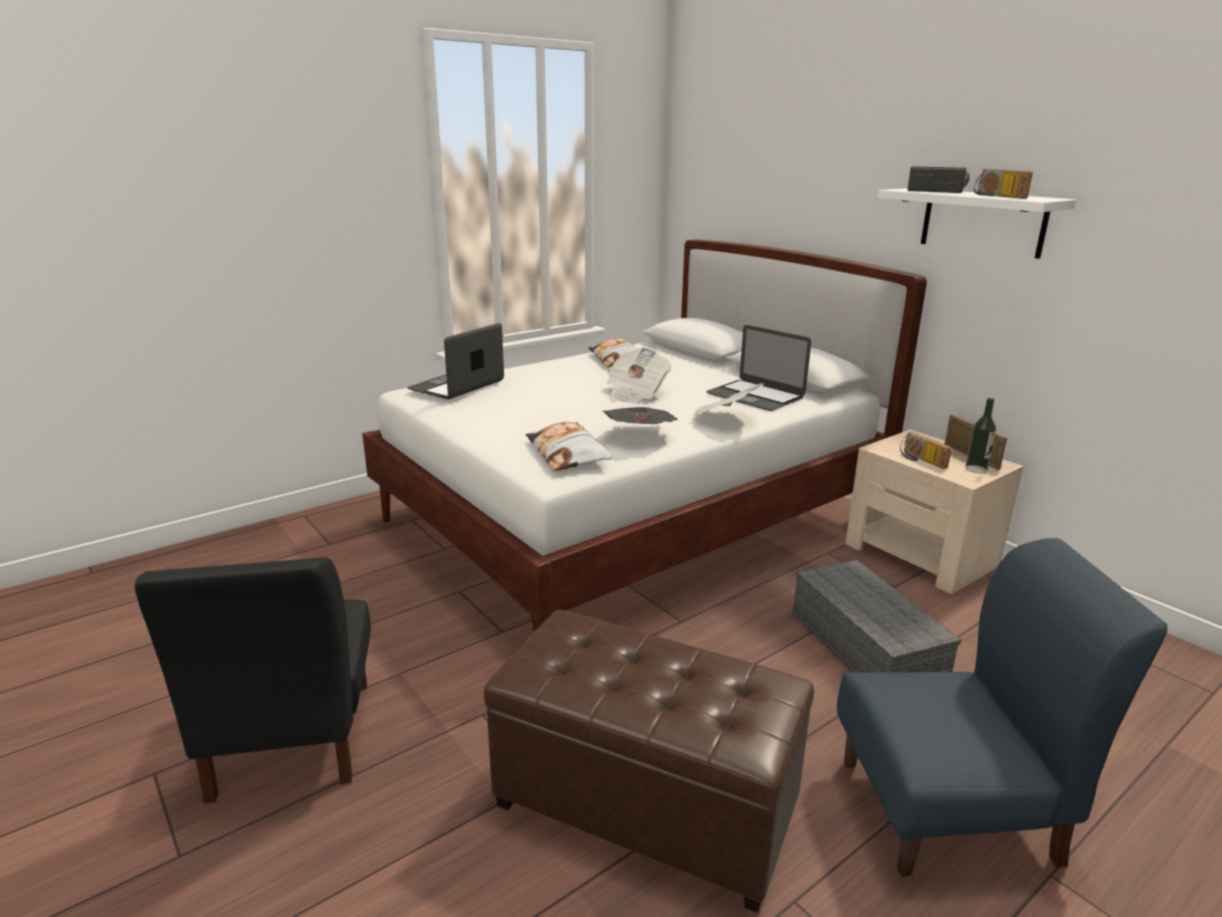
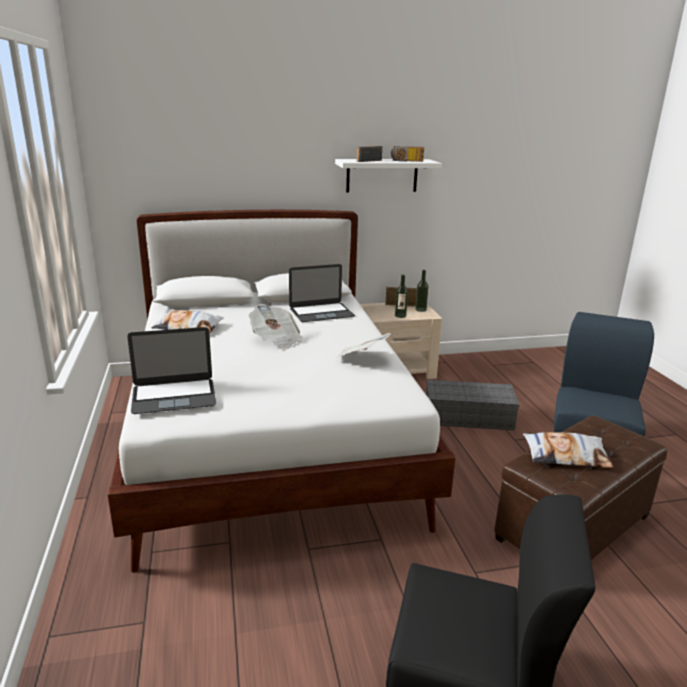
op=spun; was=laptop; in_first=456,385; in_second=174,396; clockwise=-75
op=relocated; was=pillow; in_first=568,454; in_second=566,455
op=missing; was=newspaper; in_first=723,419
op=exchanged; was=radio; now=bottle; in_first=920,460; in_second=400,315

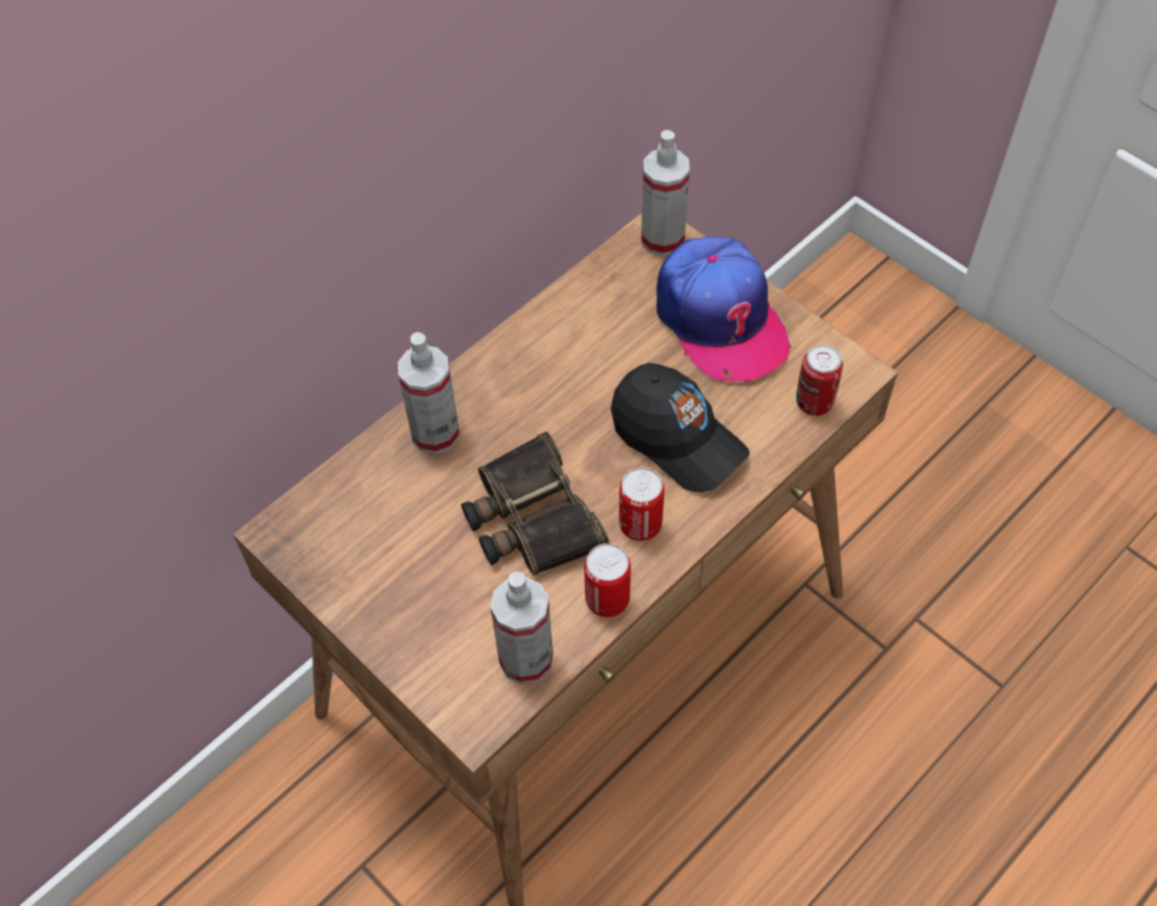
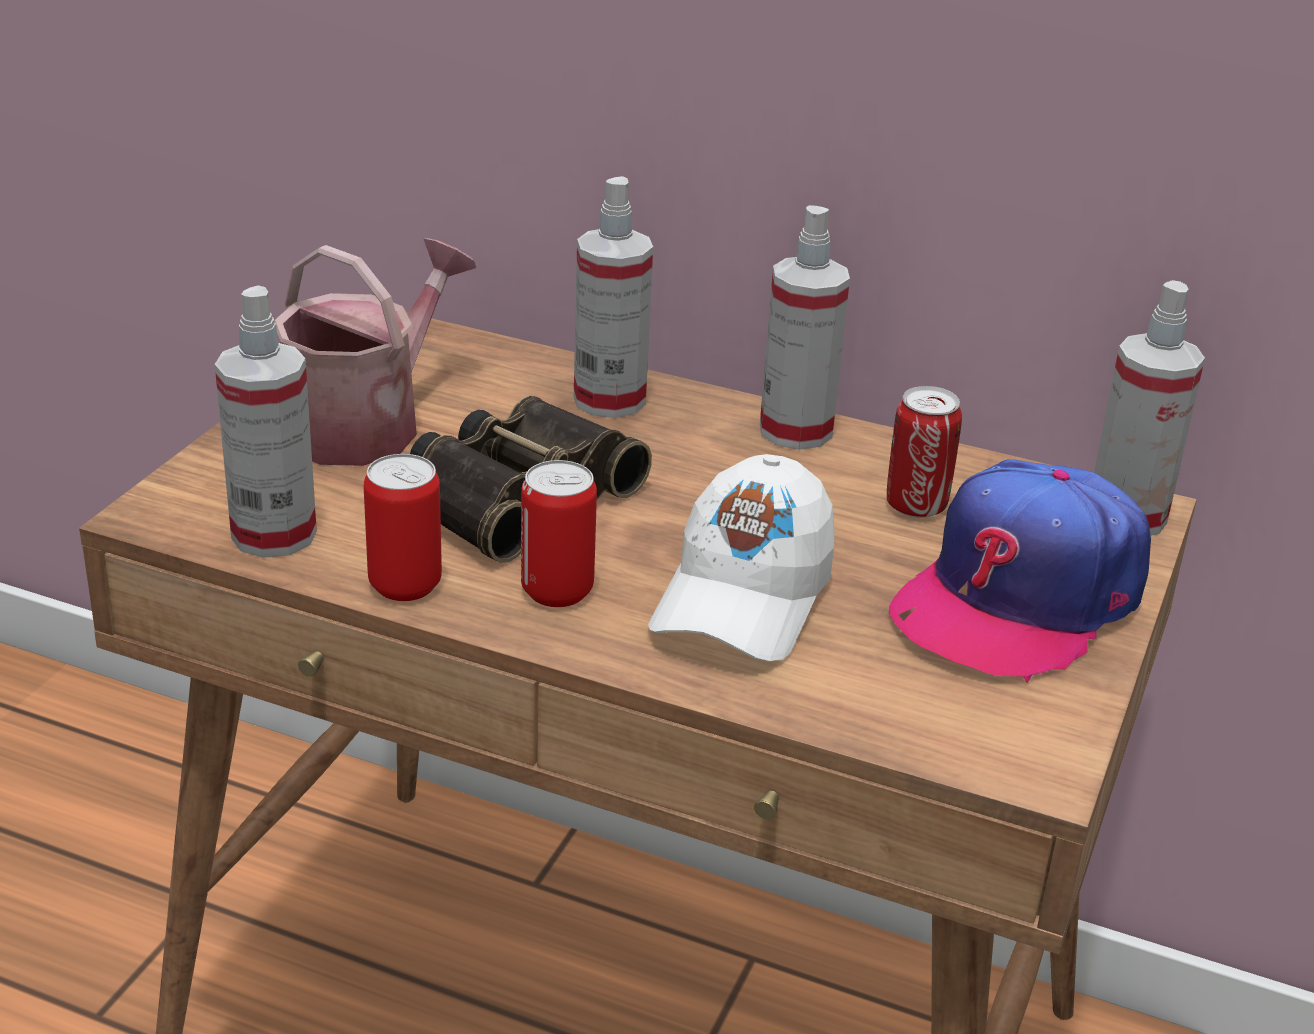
op=colour; was=cap (black); now=cap (white); in_first=677,439; in_second=744,597
op=relocated; was=can; in_first=814,402; in_second=916,506
op=appeared; now=watering can; in_second=365,423
op=appeared; now=spray bottle; in_second=795,430

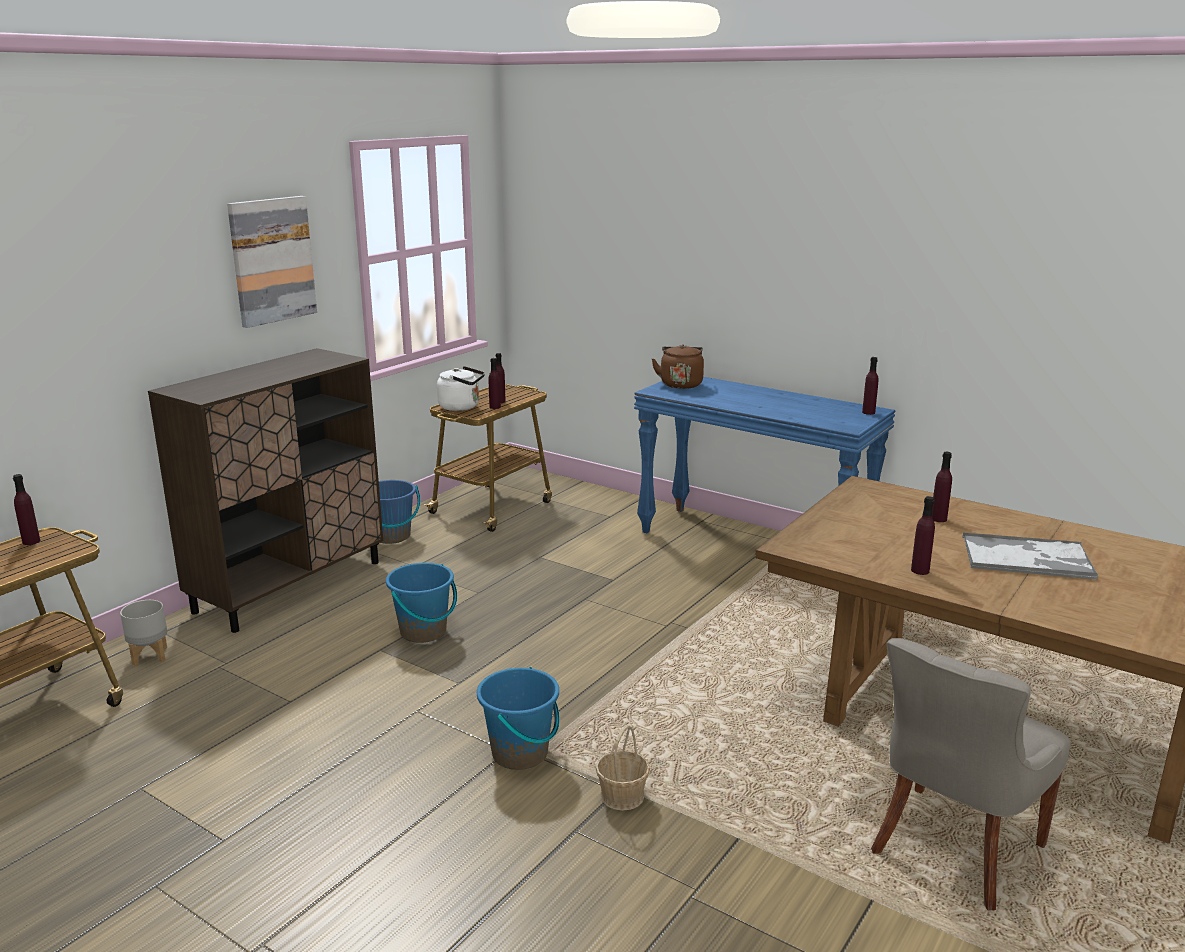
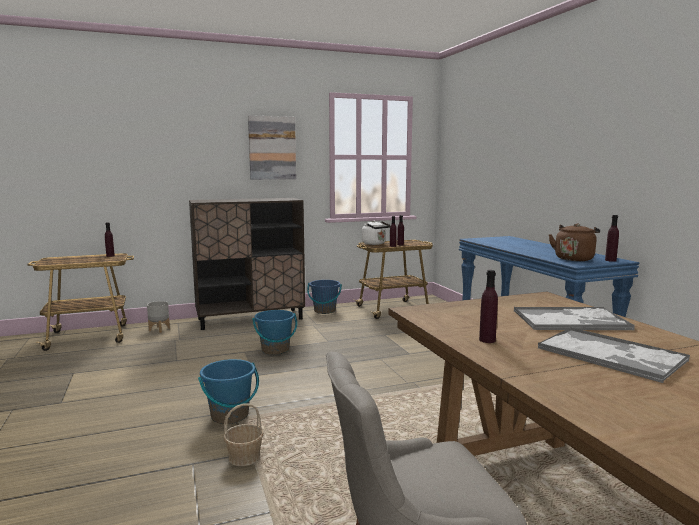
op=relocated; was=kettle (brown); in_first=680,384; in_second=574,258
op=exchanged; was=bottle (purple); now=tray; in_first=938,519; in_second=571,320

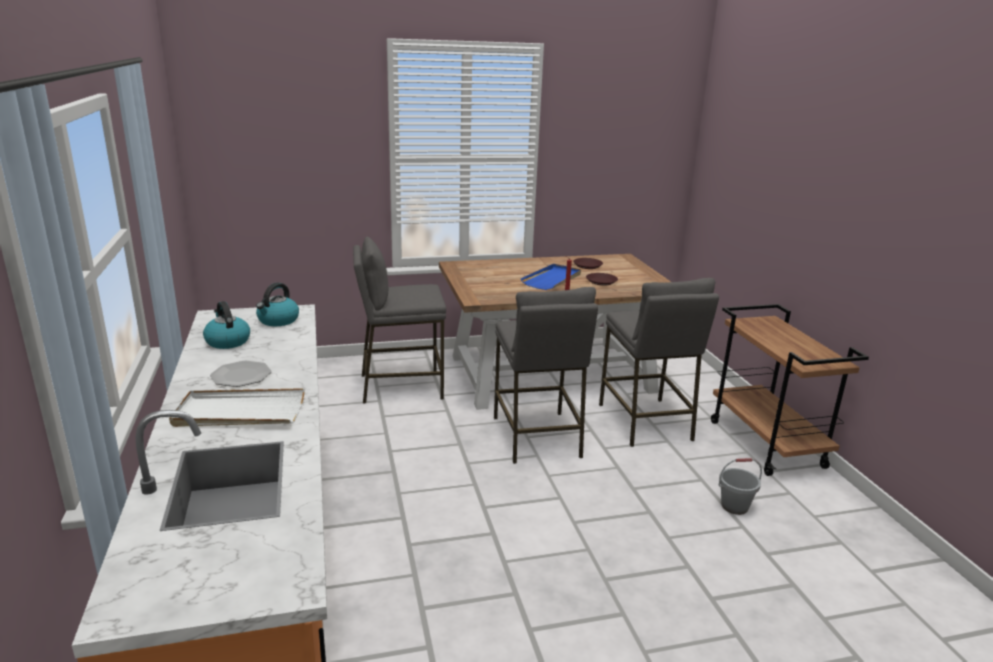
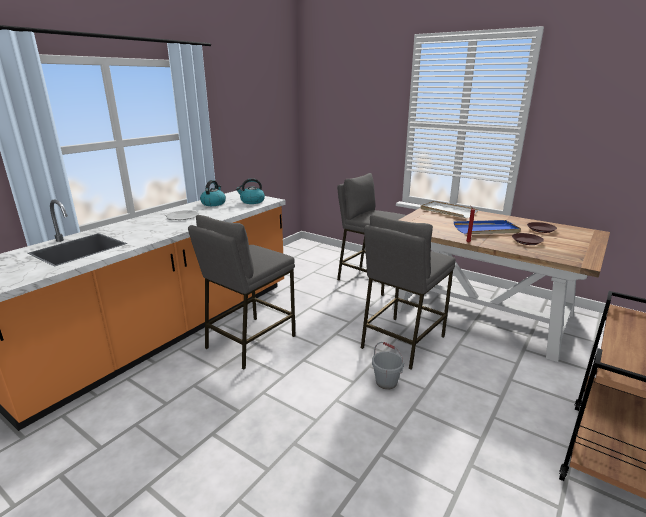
op=relocated; was=tray (white); in_first=239,412; in_second=447,211
op=relocated; was=stool (grey); in_first=645,422; in_second=250,341
op=relocated; was=bucket (grey); in_first=734,506; in_second=386,382

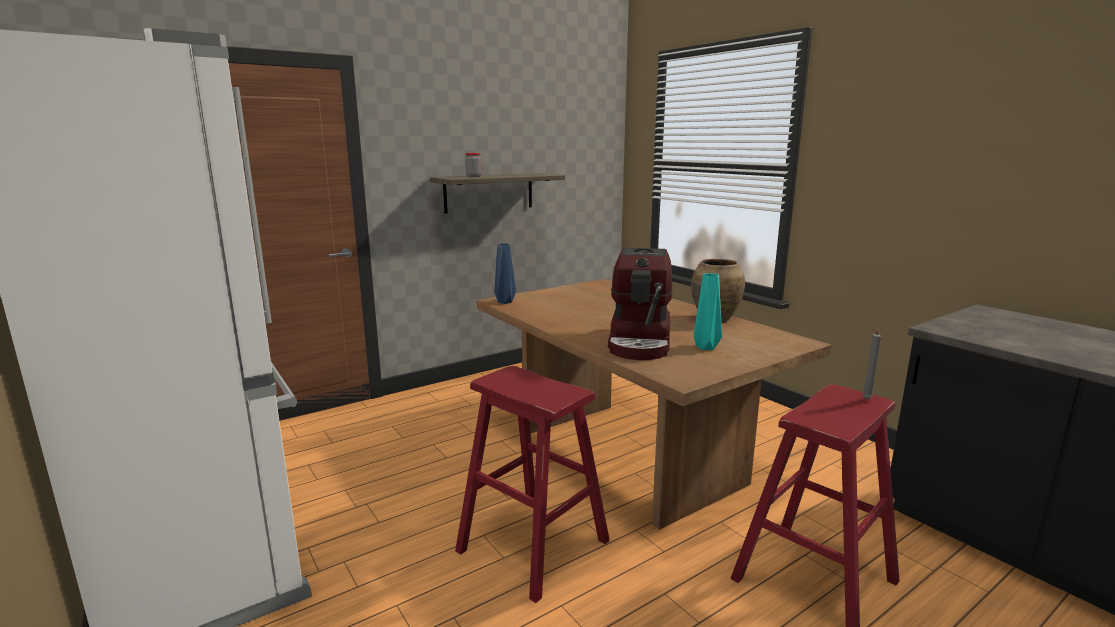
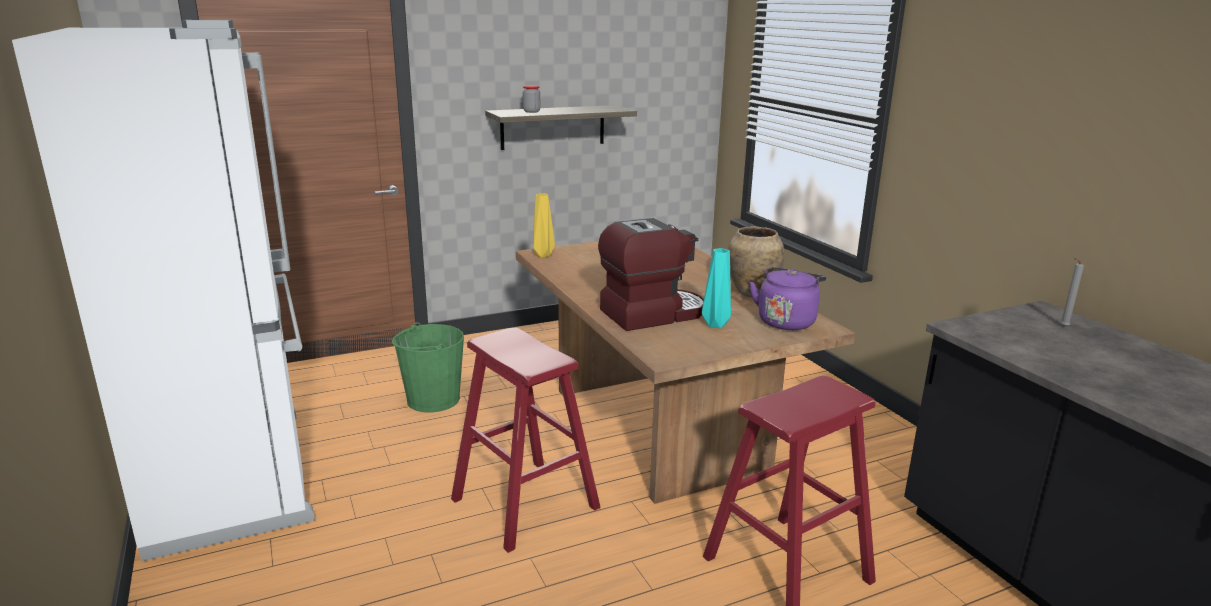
op=colour; was=vase (blue); now=vase (yellow); in_first=505,302; in_second=543,255
op=spun; was=coffee machine; in_first=641,342; in_second=652,313; clockwise=-135
op=relocated; was=candle (grey); in_first=865,399; in_second=1062,327
op=appeared; now=bucket (green); in_second=432,399
op=appeared; now=kettle (purple); in_second=786,321

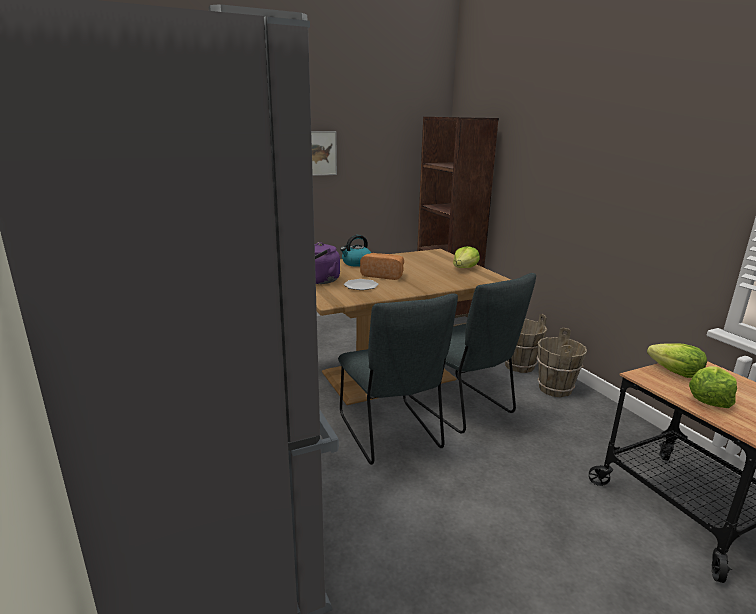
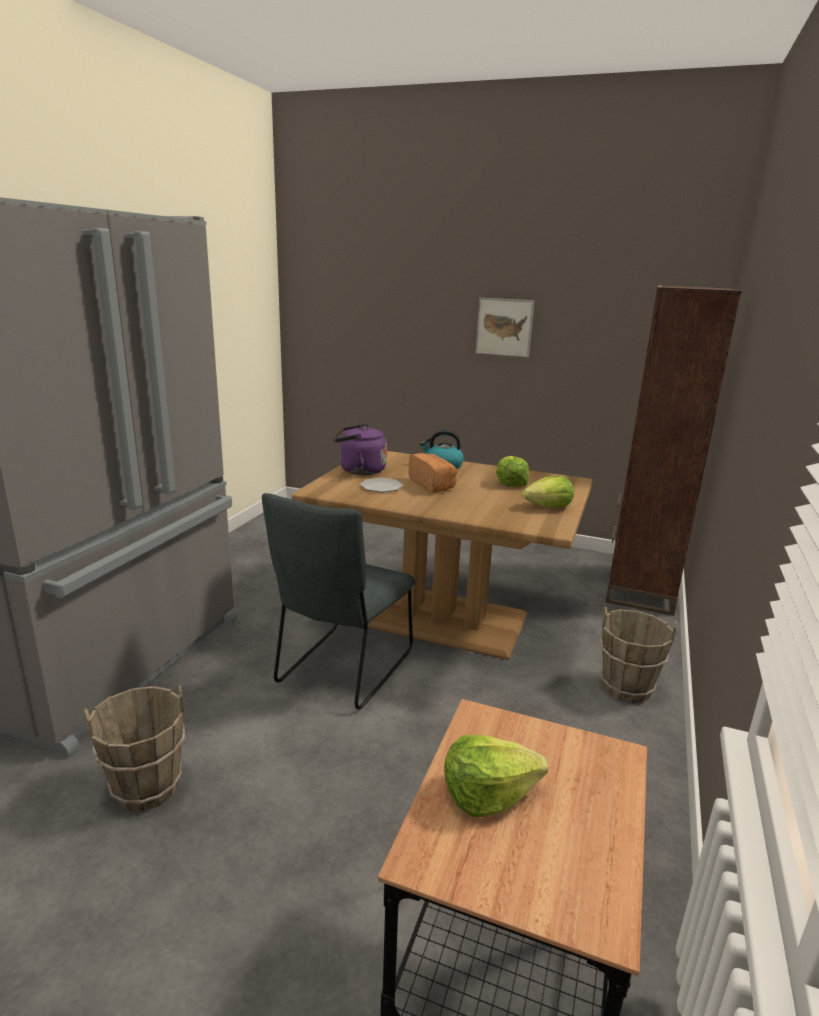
op=missing; was=chair (grey); in_first=462,407
op=relocated; was=bucket (brown); in_first=554,389; in_second=147,787
op=relocated; was=lettuce; in_first=675,372; in_second=510,483

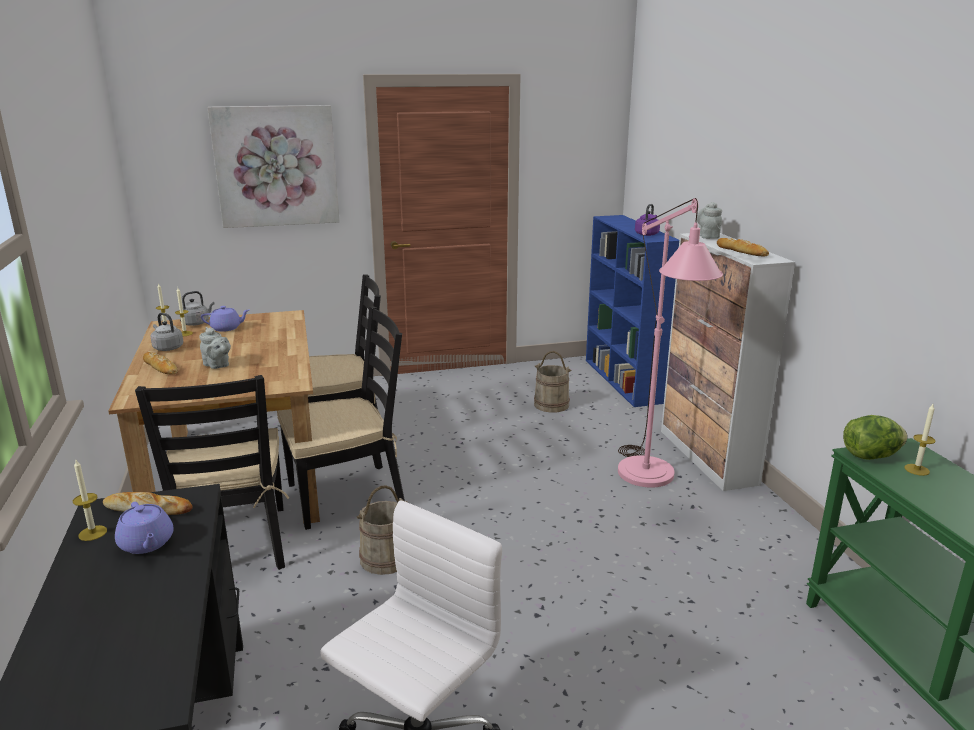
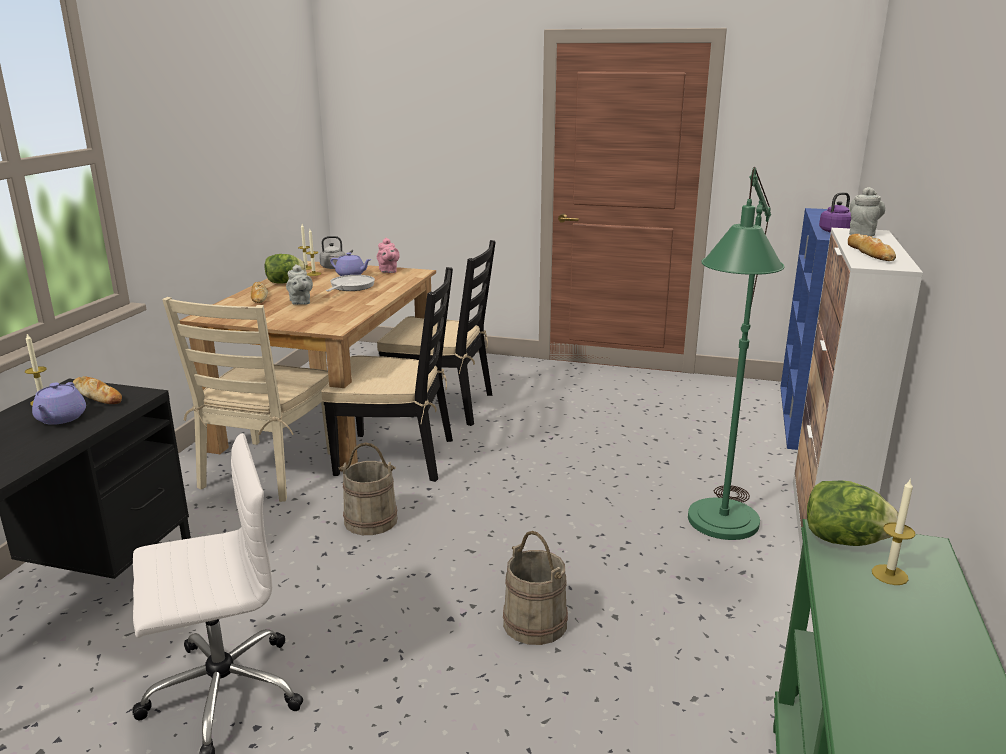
op=colour; was=chair (black); now=chair (beige); in_first=233,544; in_second=268,470
op=exchanged; was=kettle (grey); now=lettuce; in_first=167,348; in_second=285,282
op=missing; was=picture; in_first=276,166
op=relocated; was=bucket (beige); in_first=551,404; in_second=535,623
op=colour; was=floor lamp (pink); now=floor lamp (green); in_first=650,481; in_second=719,531
op=appeared; now=frying pan; in_second=351,287
op=appeared; now=teapot (pink); in_second=388,271

